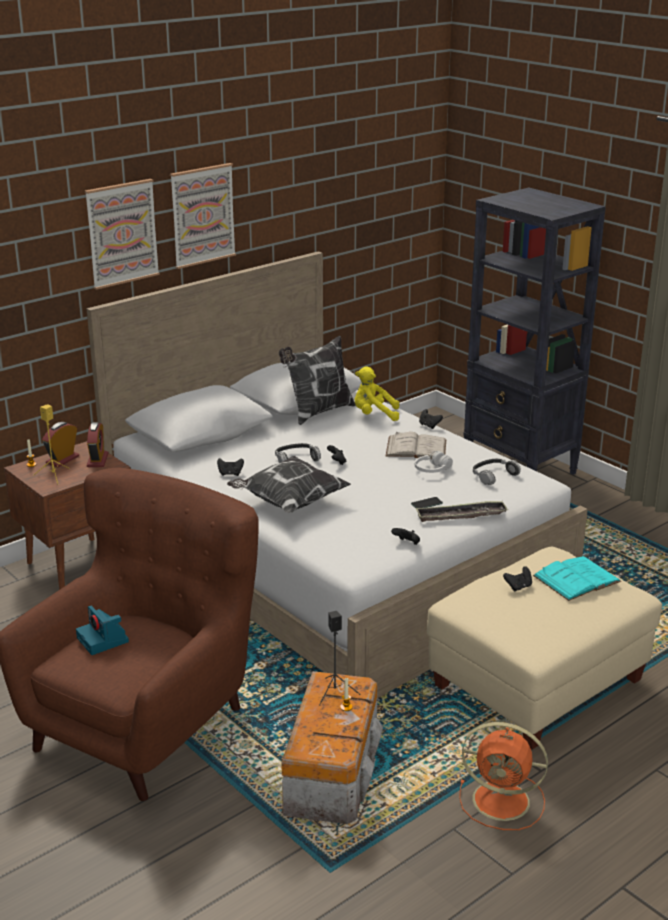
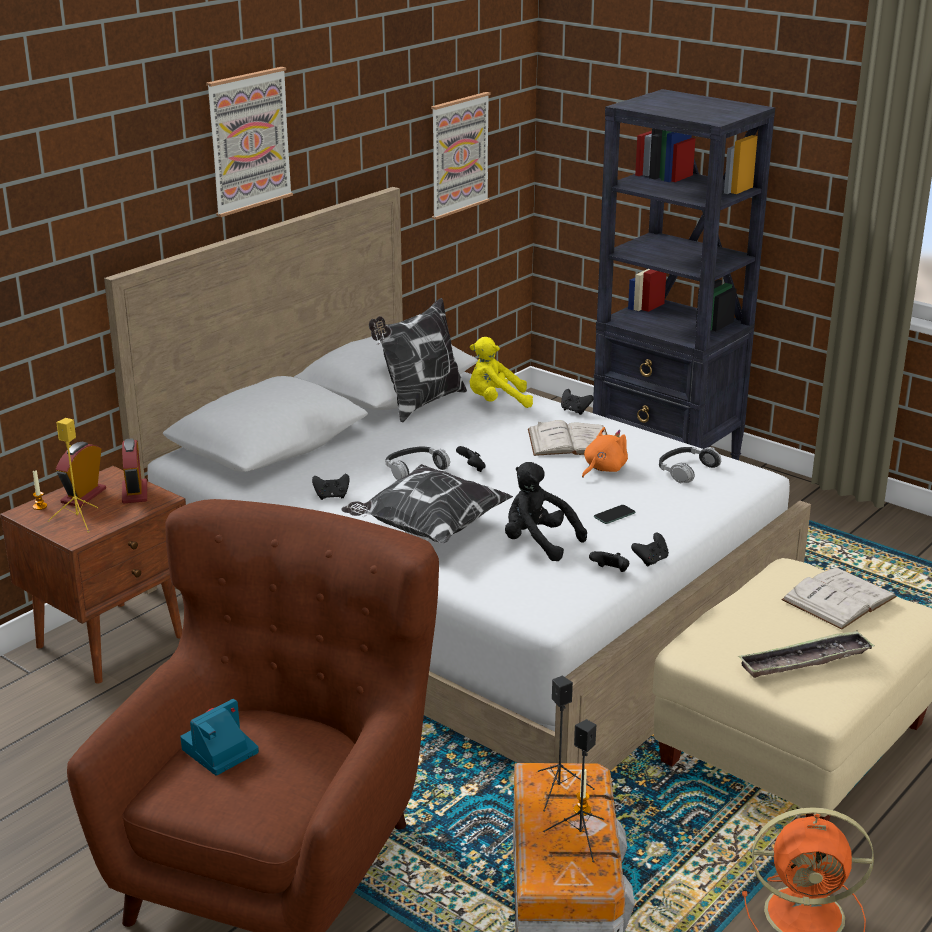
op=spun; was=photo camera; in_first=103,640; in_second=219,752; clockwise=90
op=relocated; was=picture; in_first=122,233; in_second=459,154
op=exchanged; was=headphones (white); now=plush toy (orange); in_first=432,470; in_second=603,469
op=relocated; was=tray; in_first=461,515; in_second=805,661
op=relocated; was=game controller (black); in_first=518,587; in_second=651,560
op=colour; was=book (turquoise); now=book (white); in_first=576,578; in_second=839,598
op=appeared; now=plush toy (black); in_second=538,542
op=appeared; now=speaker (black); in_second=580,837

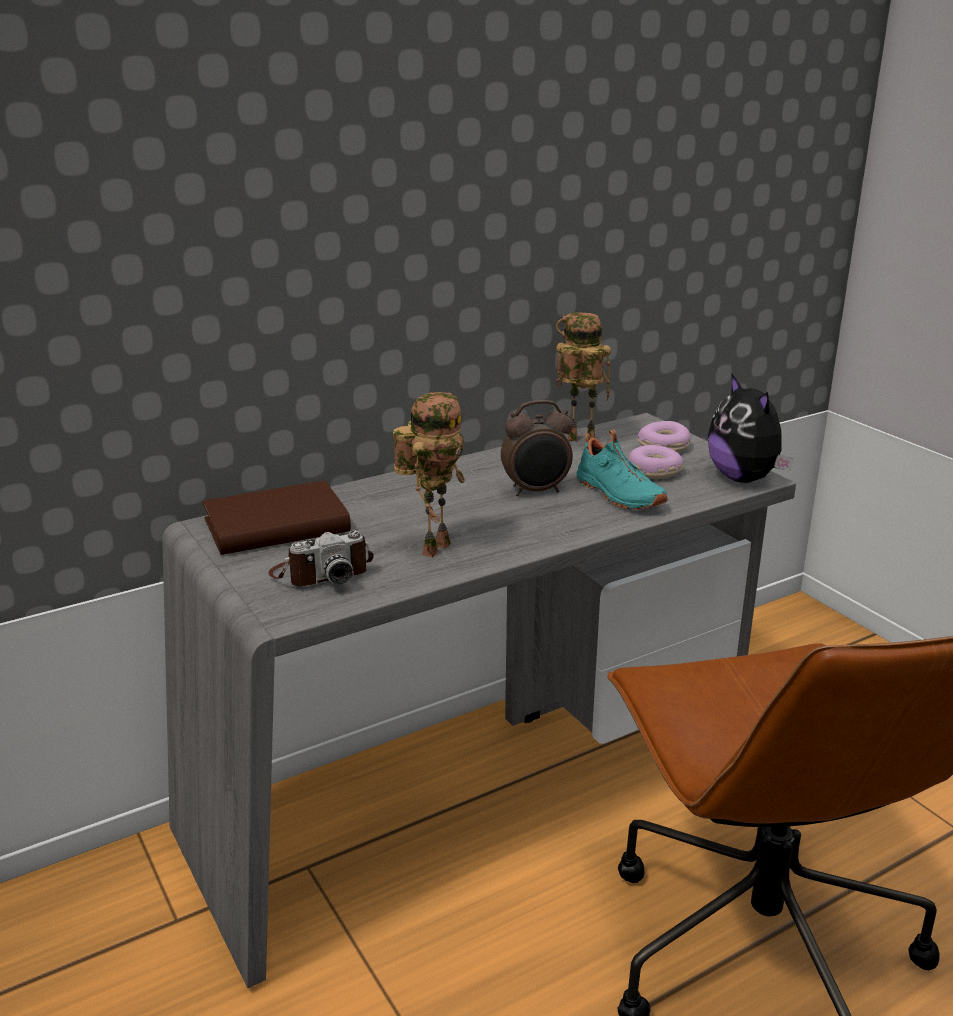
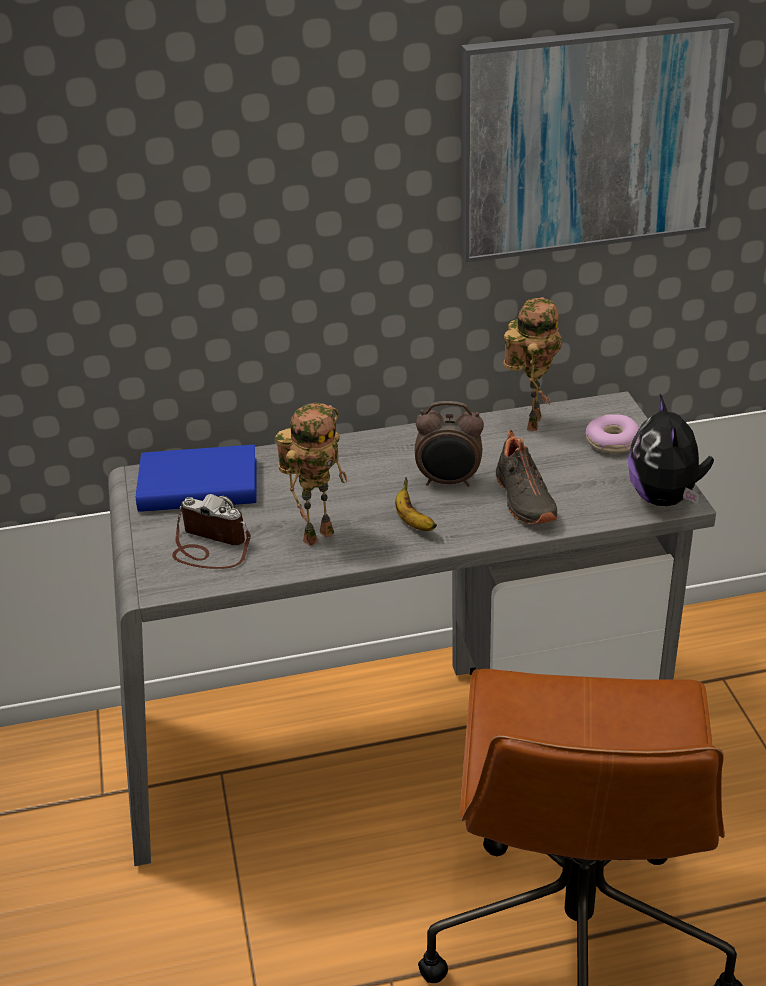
op=colour; was=book (brown); now=book (blue); in_first=277,526; in_second=198,486
op=spun; was=photo camera; in_first=322,573; in_second=209,546; clockwise=-150
op=spun; was=toy robot; in_first=578,441; in_second=530,421; clockwise=75
op=colour; was=shoe (turquoise); now=shoe (black); in_first=617,495; in_second=522,499
op=missing; was=donut; in_first=654,471
op=appeared; now=banana; in_second=413,521
op=appeared; now=picture; in_second=589,140

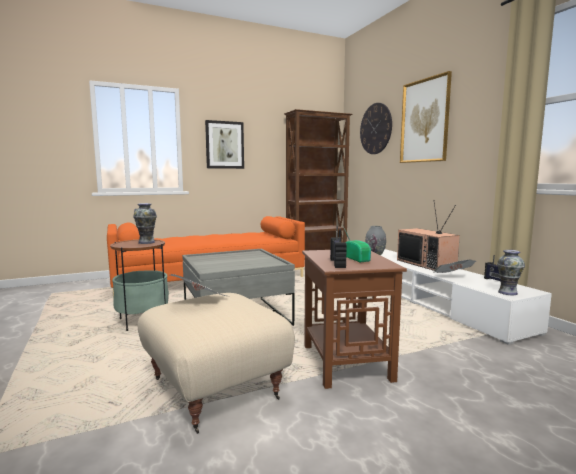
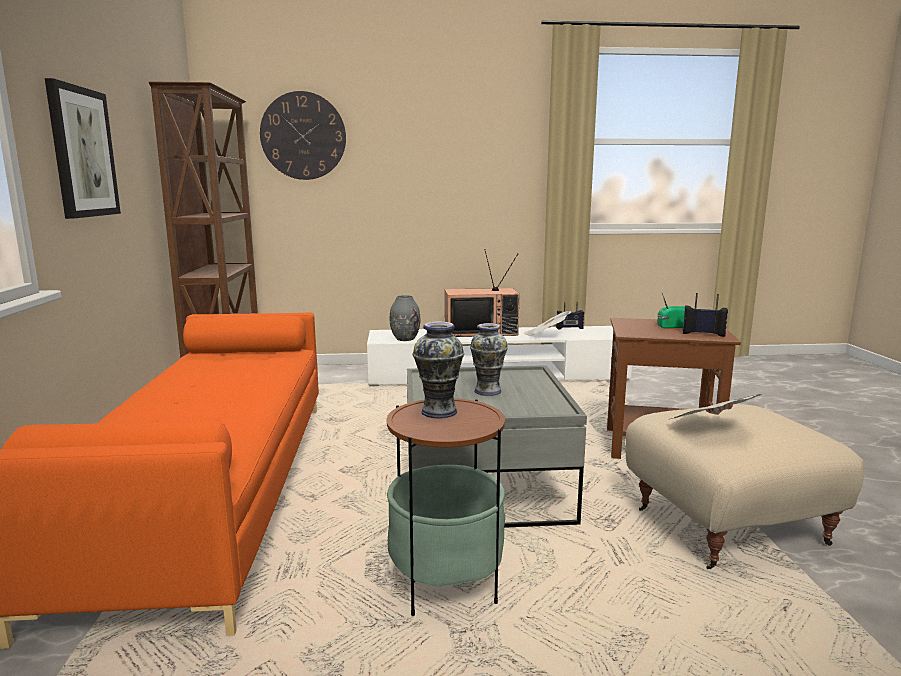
op=missing; was=picture; in_first=424,121
op=relocated; was=vase; in_first=507,292; in_second=487,391

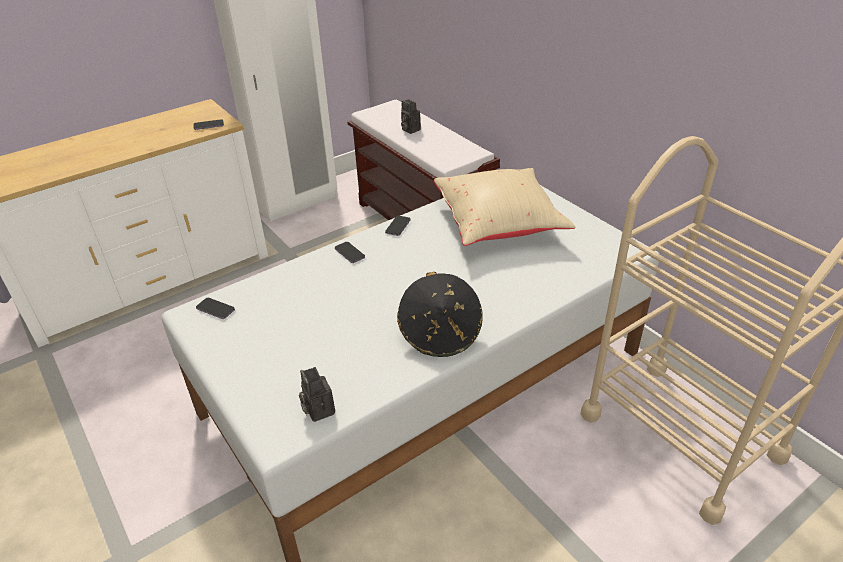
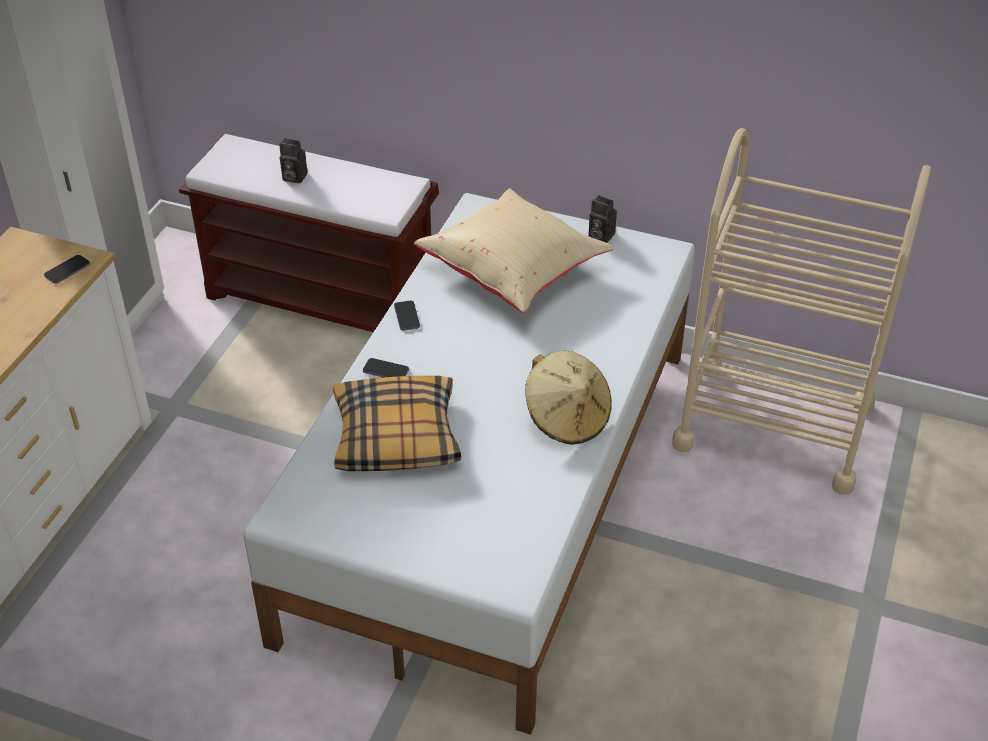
op=missing; was=phone; in_first=215,309
op=relocated; was=photo camera; in_first=317,409; in_second=599,236
op=colour; was=hat (black); now=hat (beige); in_first=440,334; in_second=567,418
op=appeared; now=pillow; in_second=396,437

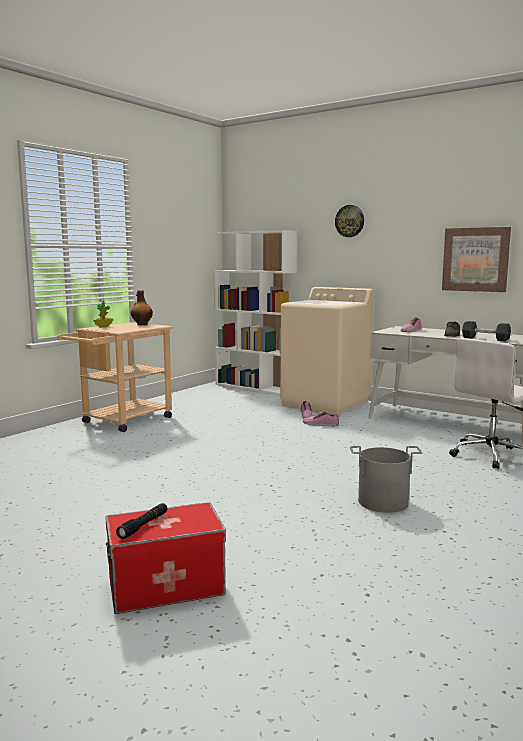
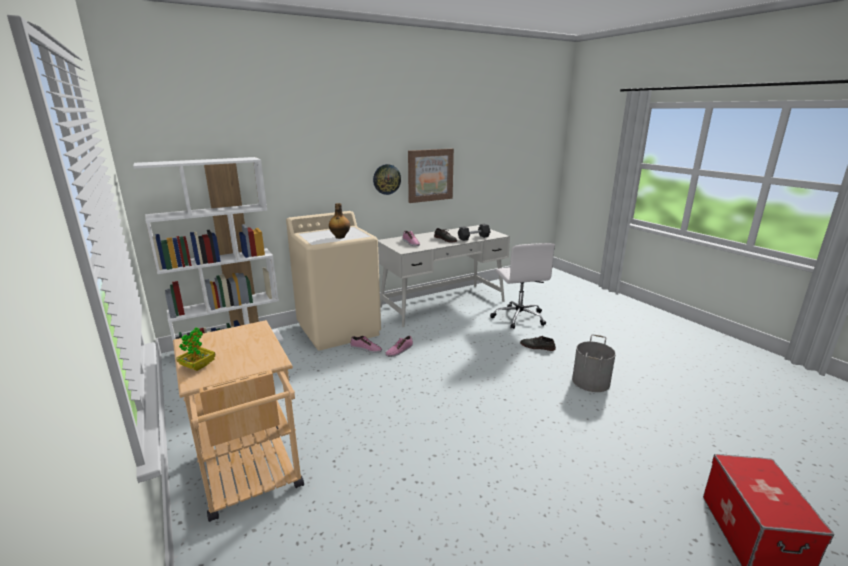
op=missing; was=flashlight (black); in_first=143,525
op=relocated; was=bottle; in_first=142,324; in_second=340,237
op=relocated; was=wall clock; in_first=349,221; in_second=386,179
op=appeared; now=shoe (grey); in_second=537,347

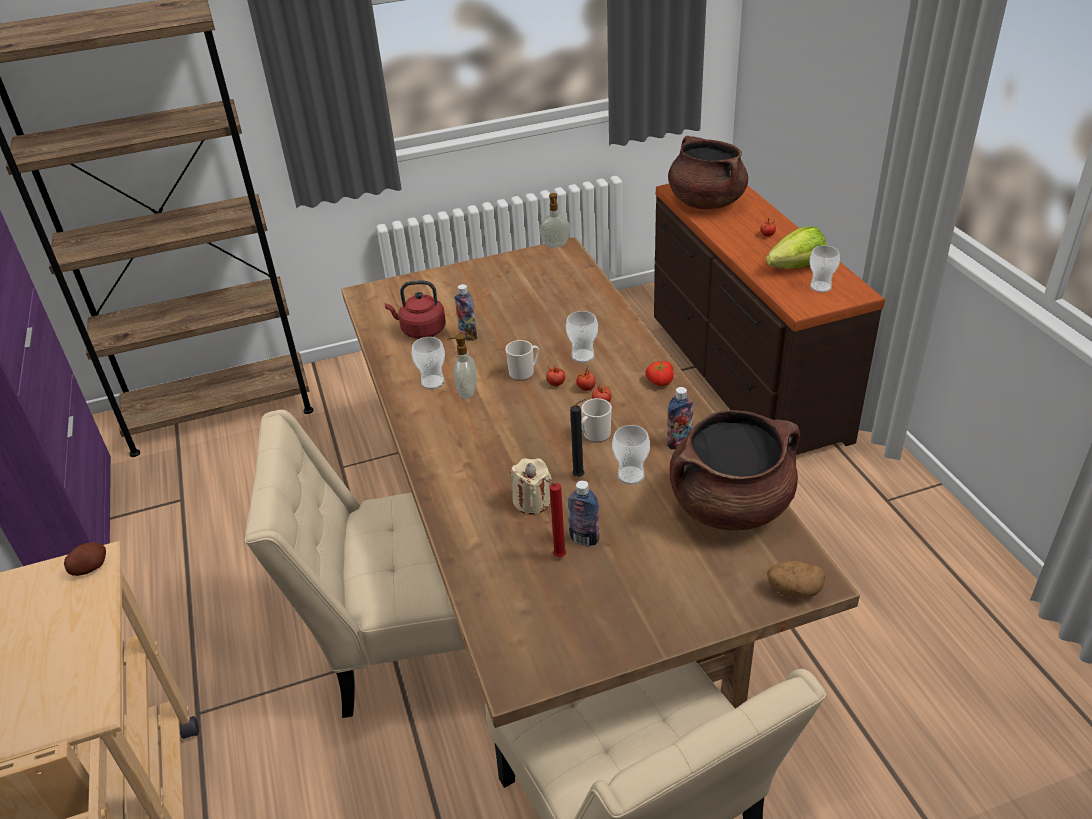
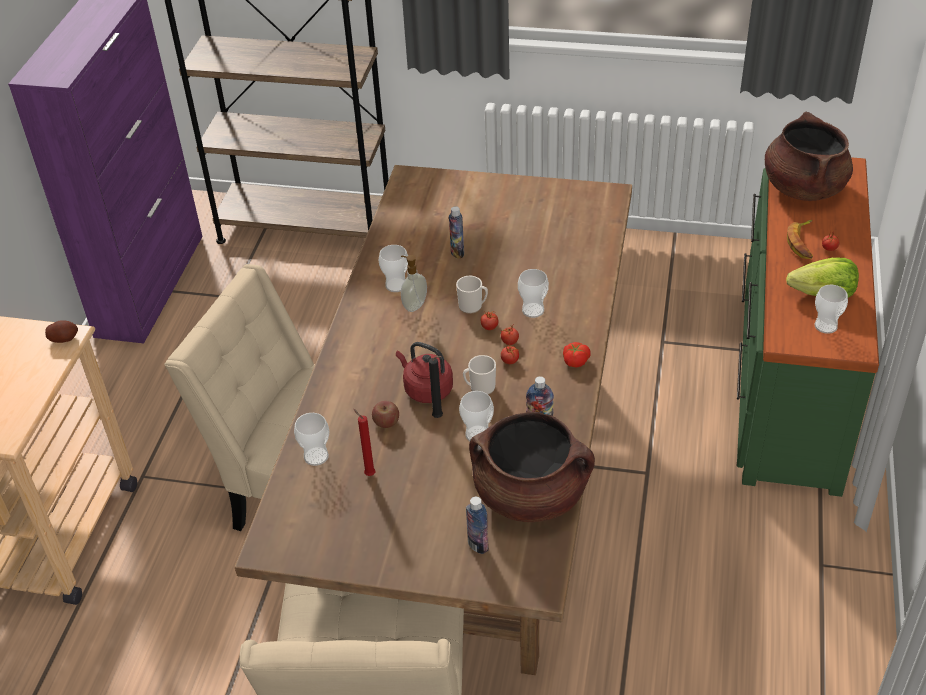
op=relocated; was=kettle (red); in_first=421,330; in_second=426,389
op=exchanged; was=candle (beige); now=apple; in_first=532,502; in_second=386,422
op=missing; was=soap dispenser; in_first=555,245
op=relocated; was=bottle; in_first=584,539; in_second=478,544
op=colour; was=dresser (brown); now=dresser (green); in_first=742,375; in_second=788,379
op=missing; was=potato; in_first=793,590
op=appeared; now=cup; in_second=316,456
op=appeared; now=banana; in_second=802,242

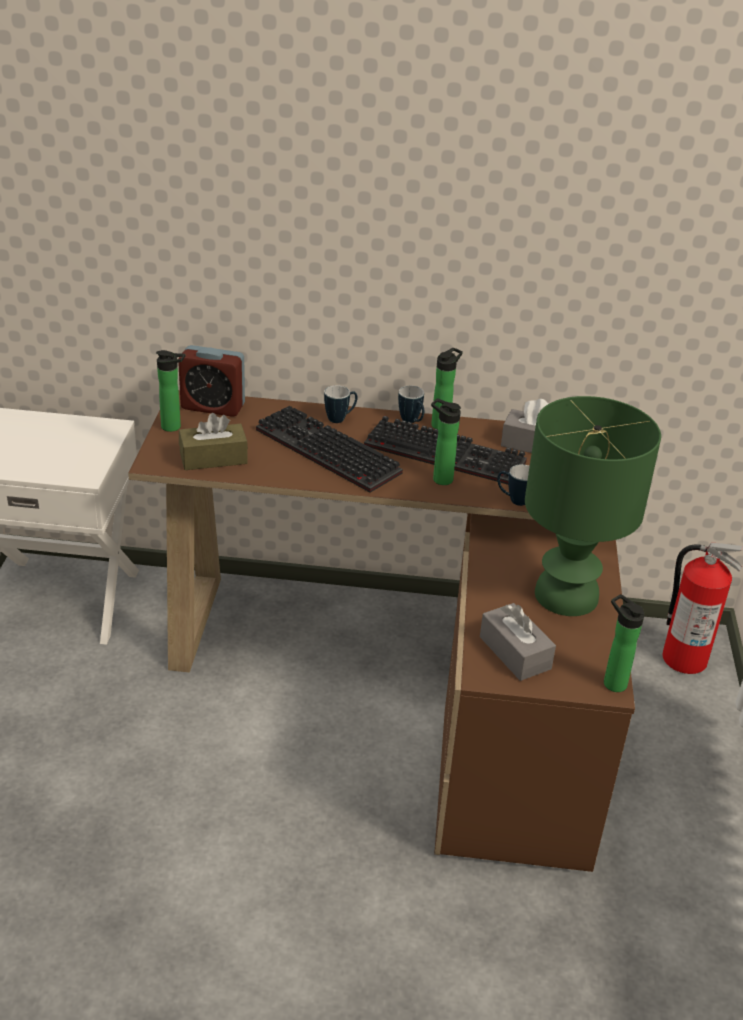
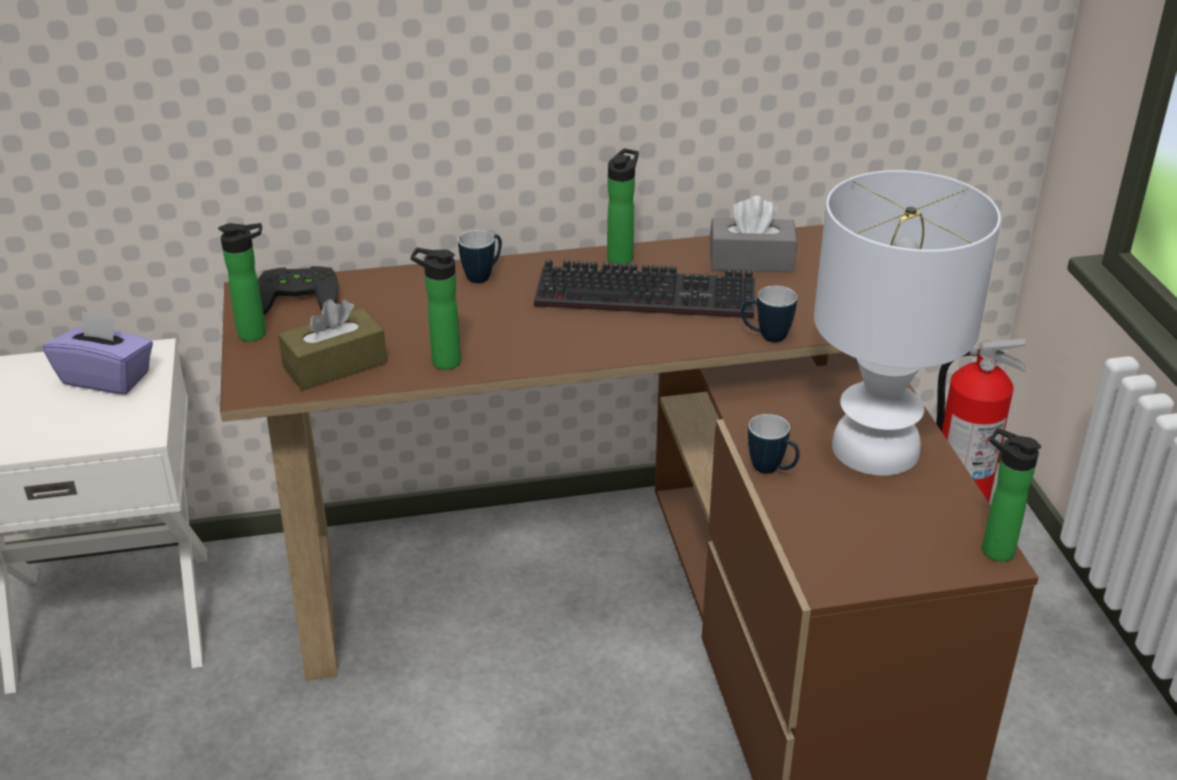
op=exchanged; was=alarm clock; now=game controller (black); in_first=213,407; in_second=298,294
op=missing; was=keyboard; in_first=323,452
op=relocated; was=mug; in_first=412,422; in_second=772,470
op=relocated; was=bottle; in_first=439,479; in_second=441,361
op=missing; was=tissue box (grey); in_first=515,653
op=colour; was=table lamp (green); now=table lamp (white); in_first=567,596; in_second=878,449
op=appeared; now=tissue box (purple); in_second=107,378

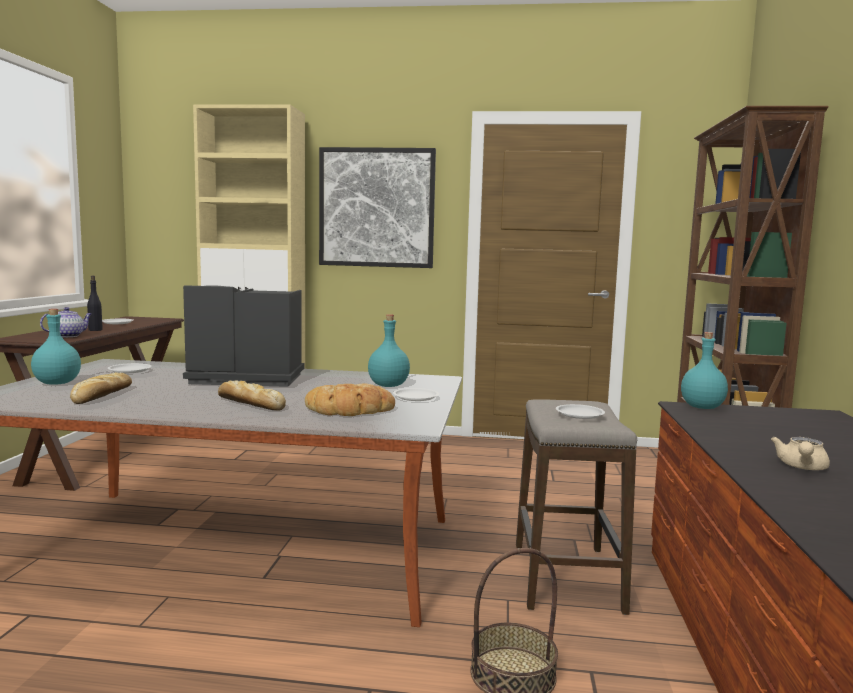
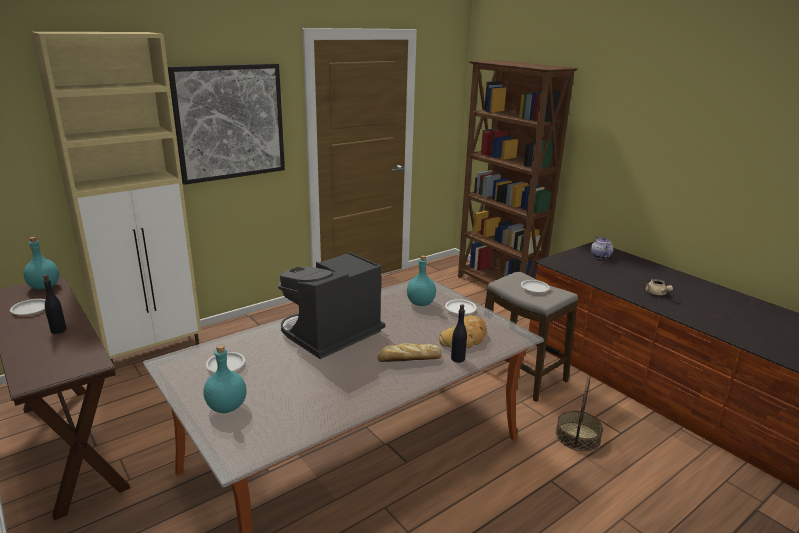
op=relocated; was=teapot; in_first=68,336; in_second=600,256
op=missing; was=bread; in_first=102,395
op=relocated; was=bottle (turquoise); in_first=701,407; in_second=44,287
op=appeared; now=bottle (black); in_second=457,359

